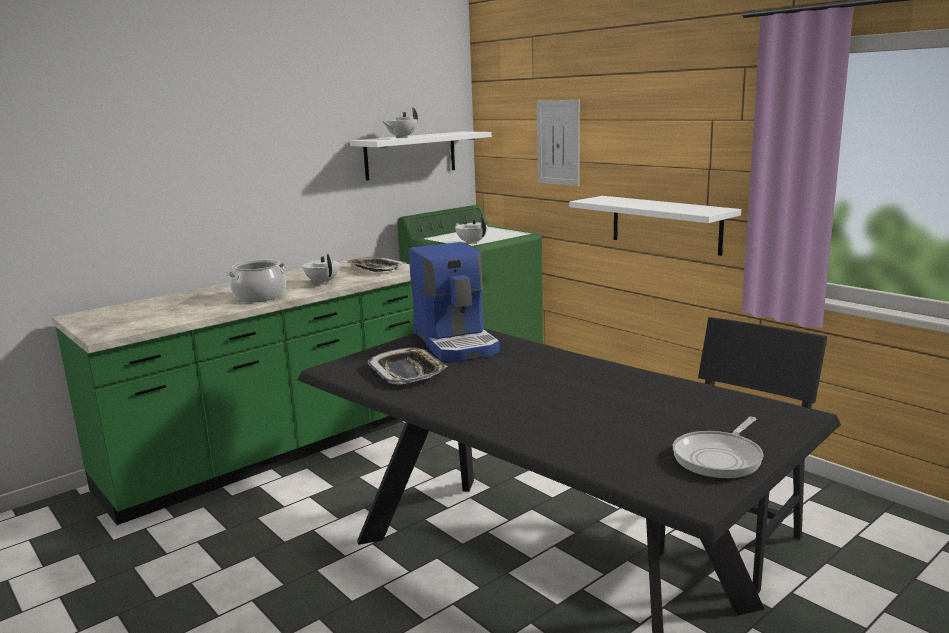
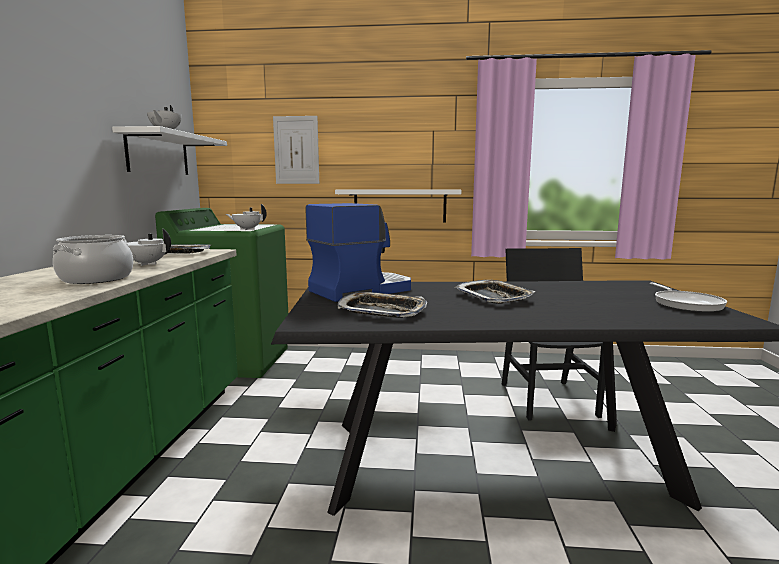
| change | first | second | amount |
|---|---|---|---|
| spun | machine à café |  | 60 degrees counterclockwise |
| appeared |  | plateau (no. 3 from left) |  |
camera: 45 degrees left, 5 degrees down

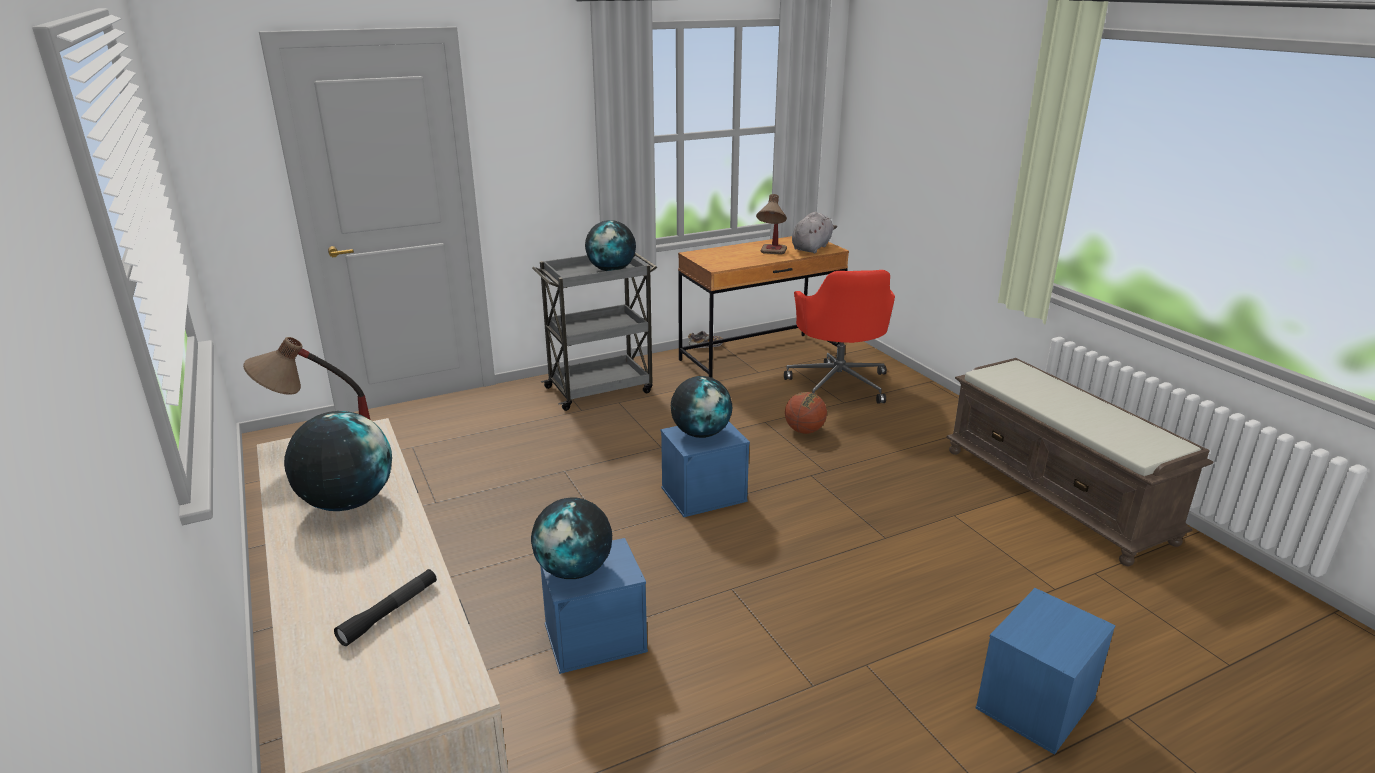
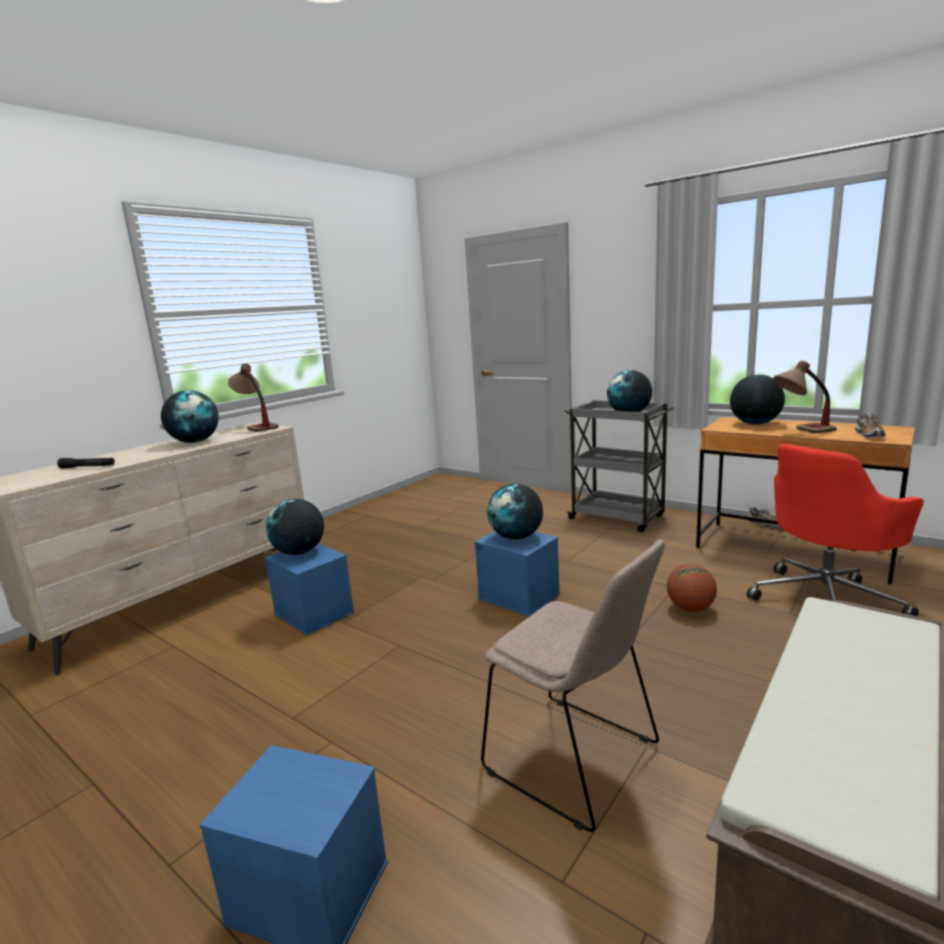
| change | first | second | amount |
|---|---|---|---|
| exchanged | peluche/gris | chaussure (no. 2 from left) |  |
| appeared |  | chaise/beige |  |
| appeared |  | globe (no. 5 from left) |  |
camera: 65 degrees right, 10 degrees down

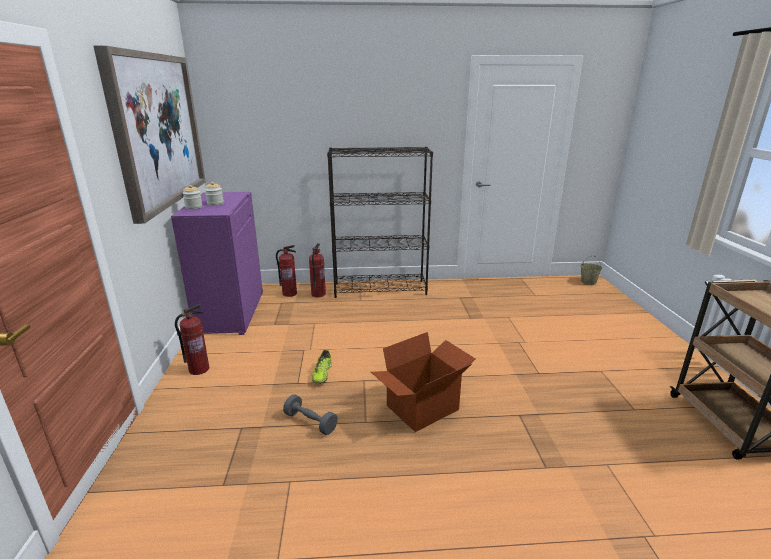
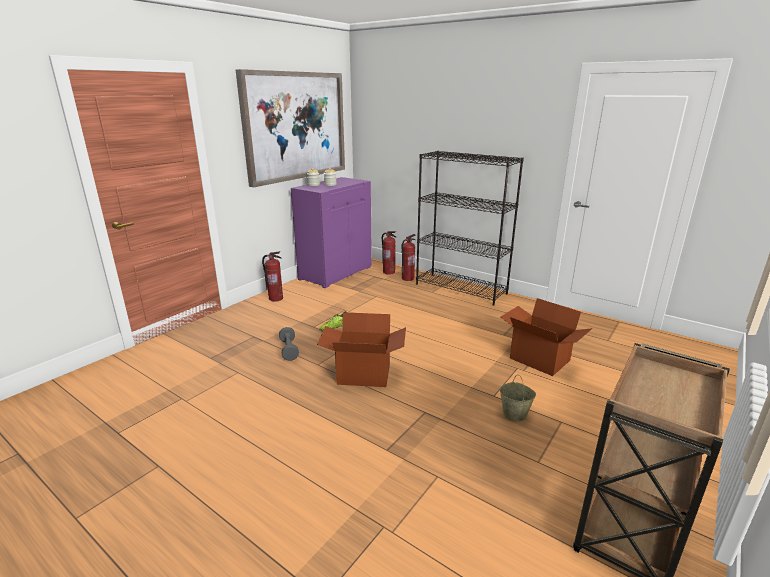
| change | first | second | amount |
|---|---|---|---|
| relocated | seau/beige |  |  |
| appeared |  | carton (no. 2 from left) |  |
camera: 40 degrees right, 0 degrees up

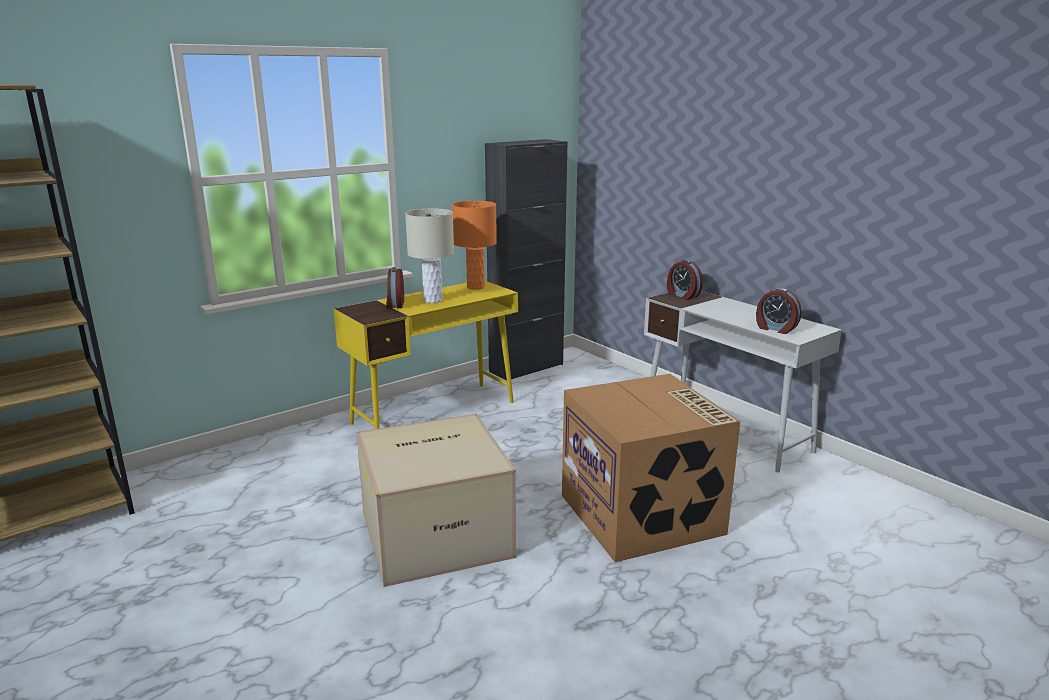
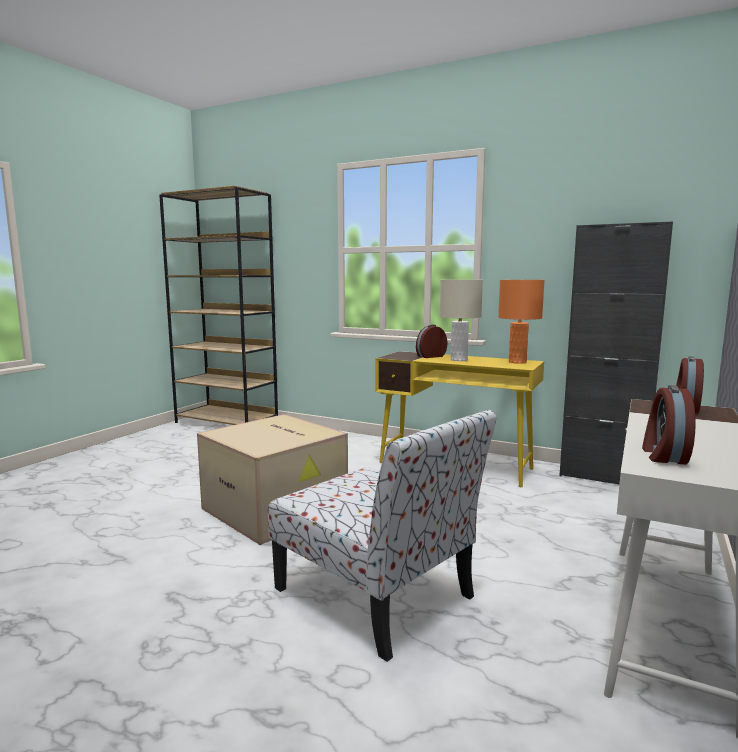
| change | first | second | amount |
|---|---|---|---|
| exchanged | carton (no. 2 from left) | chaise |  |
camera: 65 degrees right, 10 degrees down

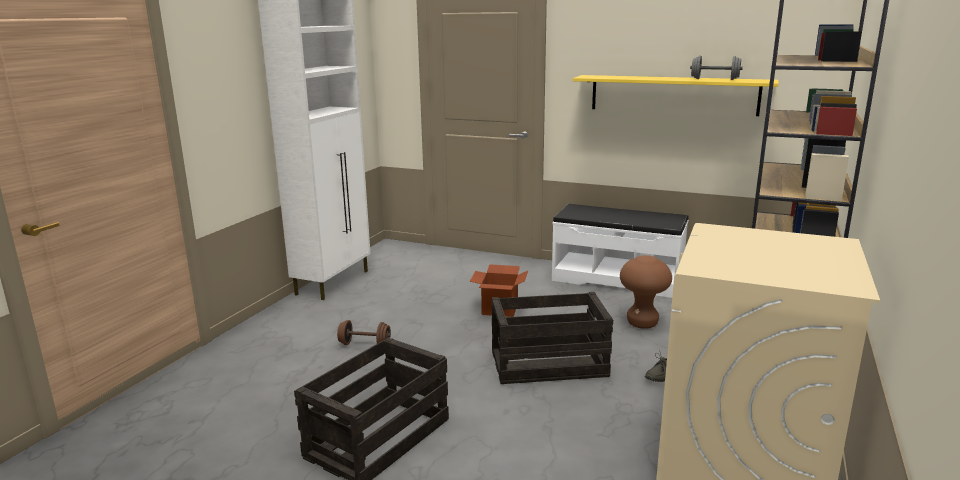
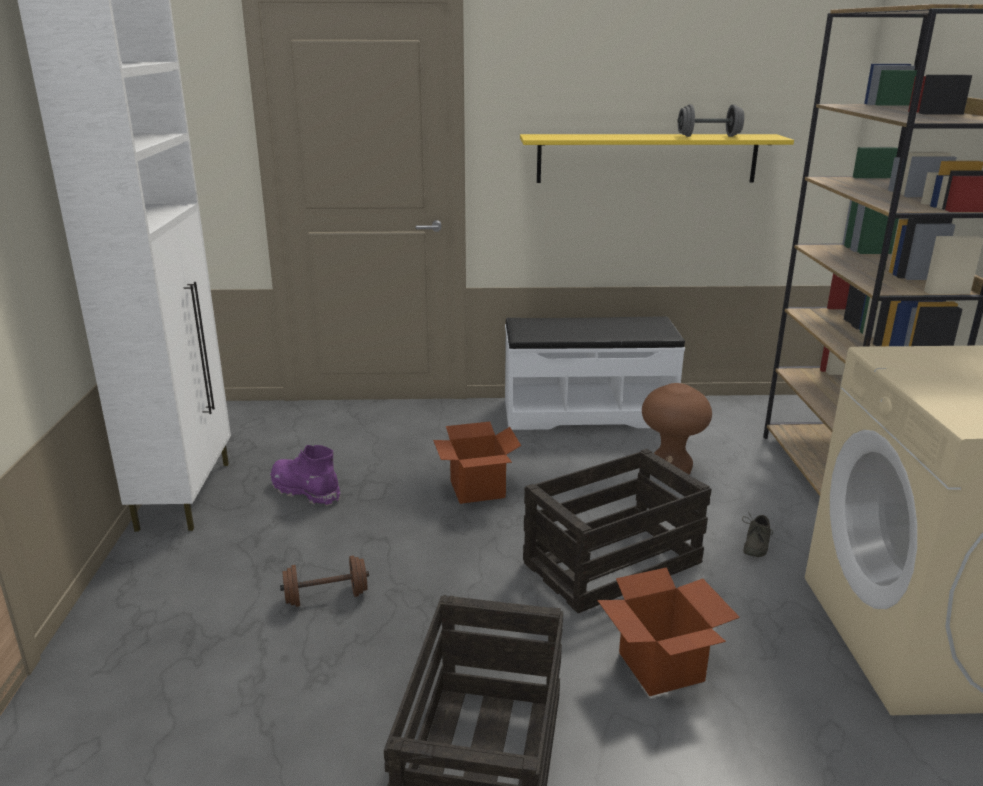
| change | first | second | amount |
|---|---|---|---|
| appeared |  | botte/violet |  |
| appeared |  | carton (no. 2 from left) |  |
camera: 25 degrees left, 5 degrees up

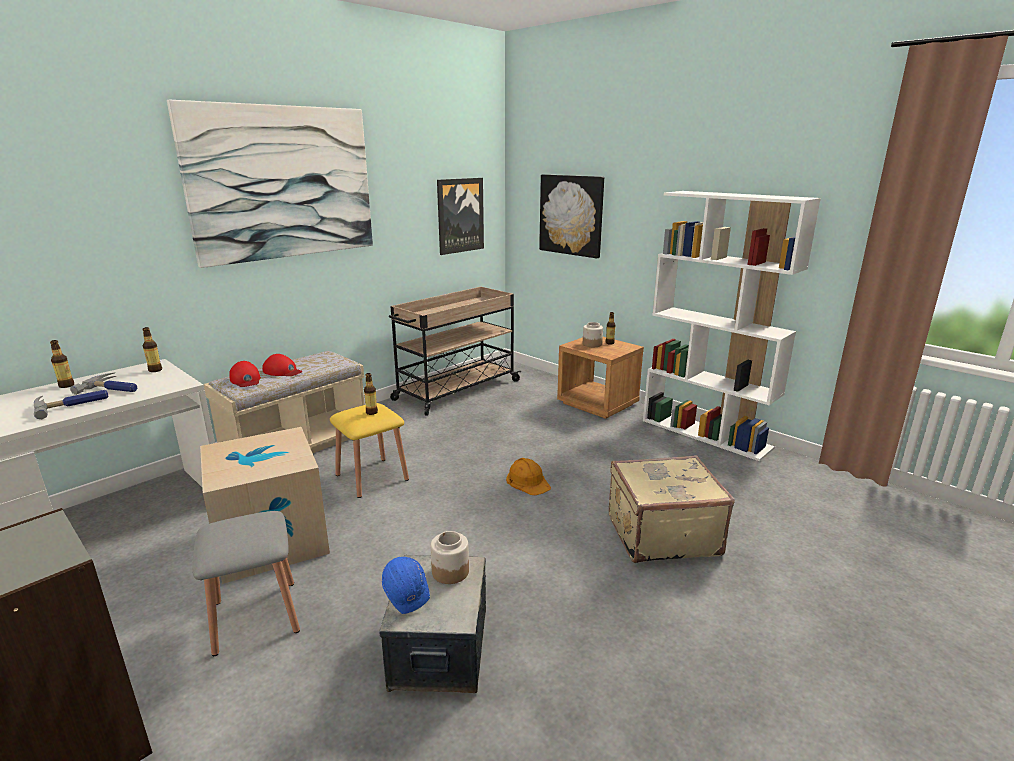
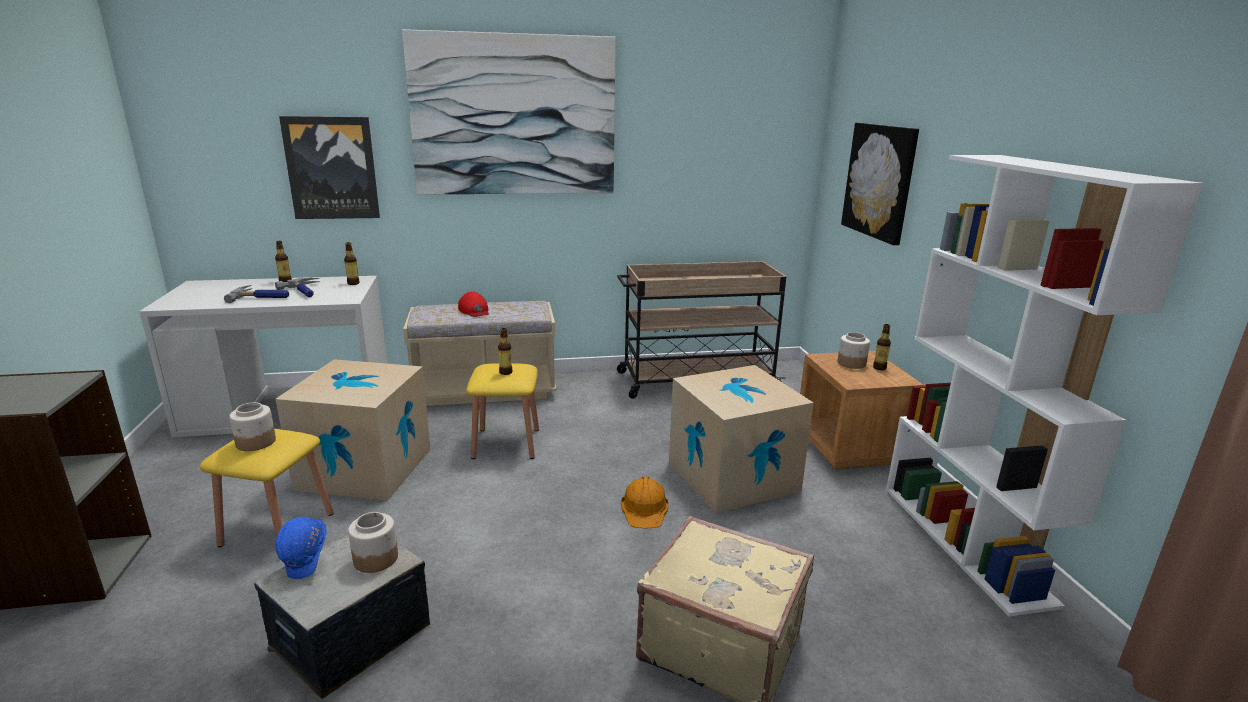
| change | first | second | amount |
|---|---|---|---|
| colour | tabouret/gris | tabouret/jaune (no. 1 from left) |  |
| missing | casquette/rouge (no. 1 from left) |  |  |
| relocated | tableau (no. 2 from left in the first image) | tableau (no. 1 from left) |  |
| appeared |  | bocal (no. 1 from left) |  |
| appeared |  | carton (no. 2 from left) |  |
camera: 35 degrees right, 0 degrees up

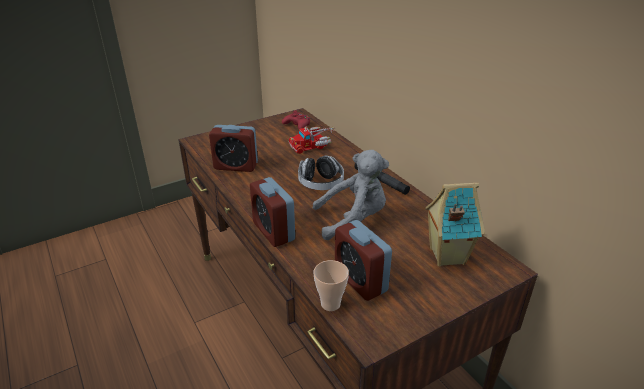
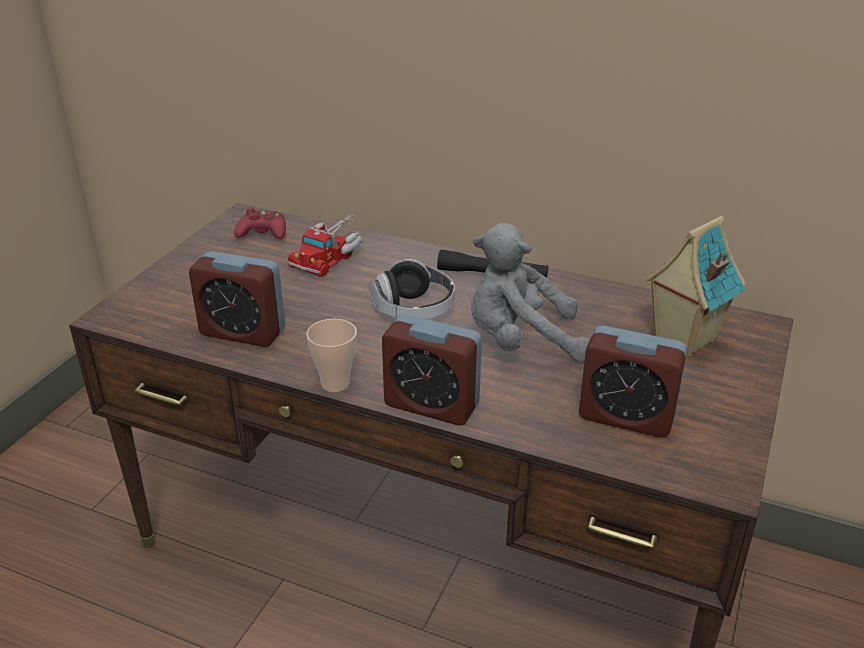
| change | first | second | amount |
|---|---|---|---|
| spun | réveil (no. 1 from left) |  | 45 degrees clockwise |
| spun | peluche/gris |  | 135 degrees counterclockwise |
| relocated | tasse |  |  |
camera: 35 degrees left, 0 degrees up

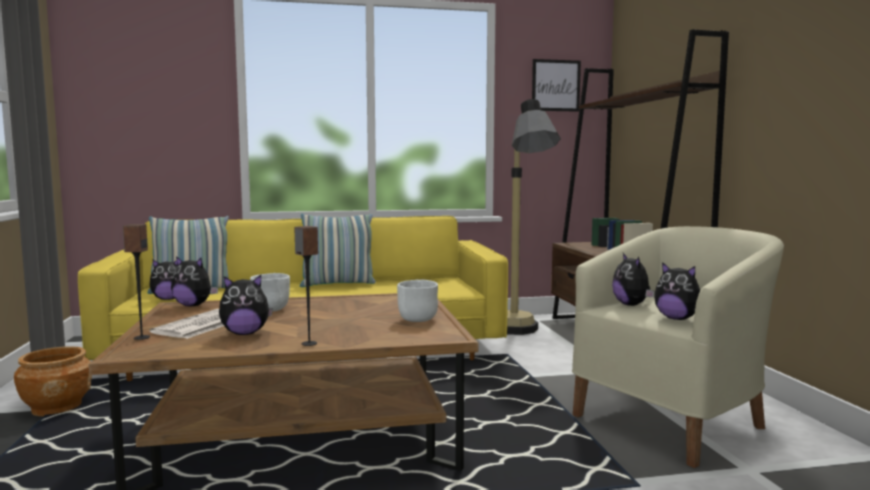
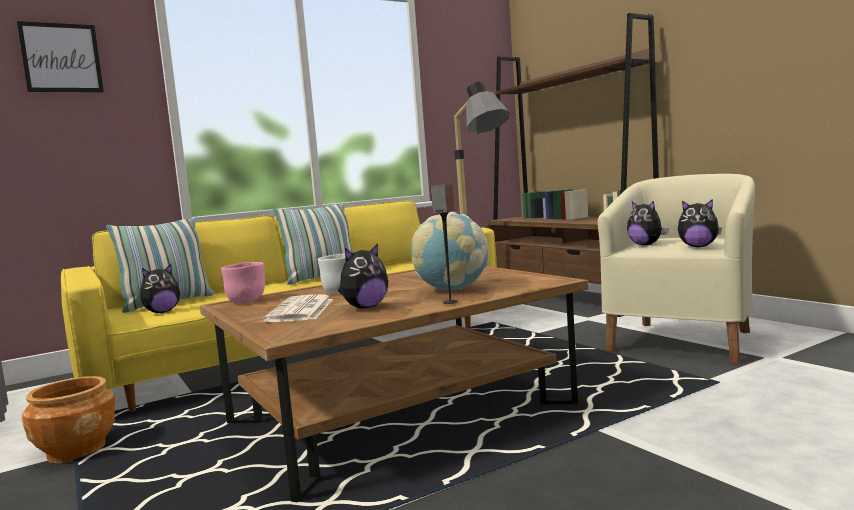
| change | first | second | amount |
|---|---|---|---|
| missing | enceinte (no. 1 from left) |  |  |
| exchanged | peluche (no. 2 from left) | bol/rose |  |
| missing | bol/blanc (no. 2 from left) |  |  |
| relocated | tableau |  |  |
| appeared |  | globe |  |
camera: 20 degrees left, 0 degrees up

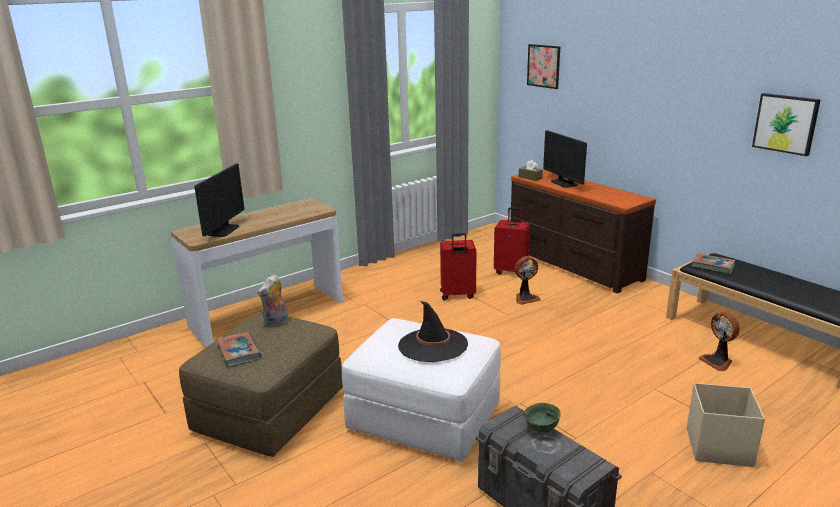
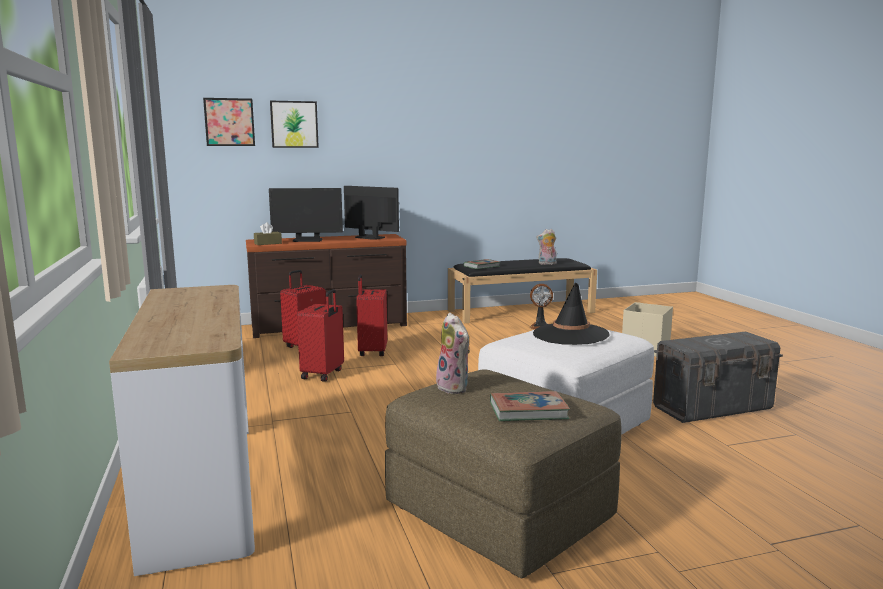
| change | first | second | amount |
|---|---|---|---|
| relocated | écran d'ordinateur (no. 1 from left in the first image) | écran d'ordinateur (no. 2 from left) |  |
| exchanged | ventilateur (no. 1 from left) | valise/rouge (no. 3 from left) |  |
| missing | bol/vert |  |  |
| relocated | tableau (no. 2 from left) |  |  |
| appeared |  | peluche (no. 2 from left) |  |
camera: 70 degrees left, 10 degrees down

